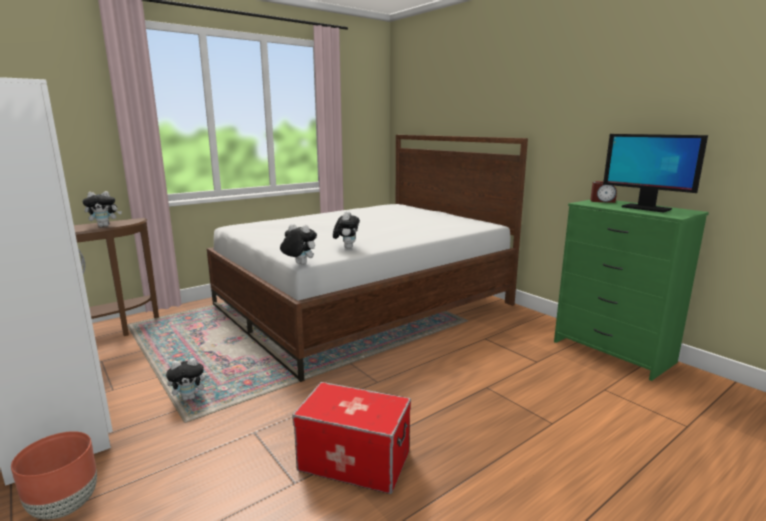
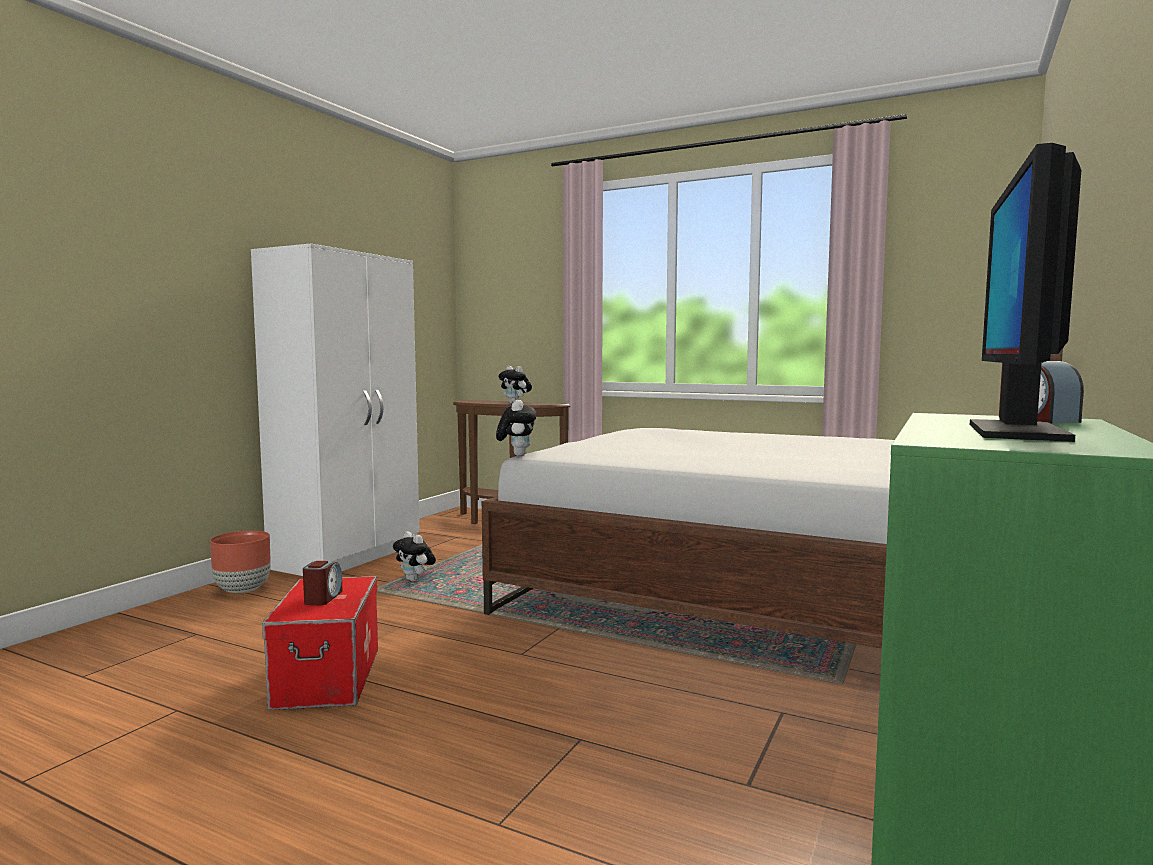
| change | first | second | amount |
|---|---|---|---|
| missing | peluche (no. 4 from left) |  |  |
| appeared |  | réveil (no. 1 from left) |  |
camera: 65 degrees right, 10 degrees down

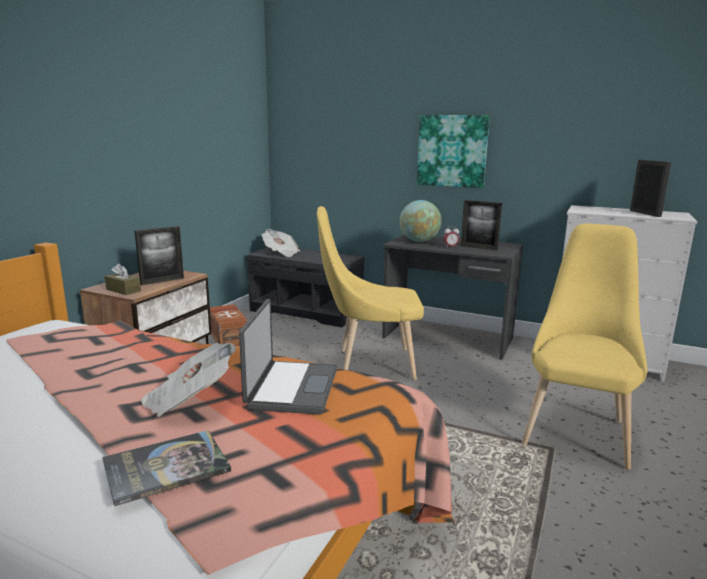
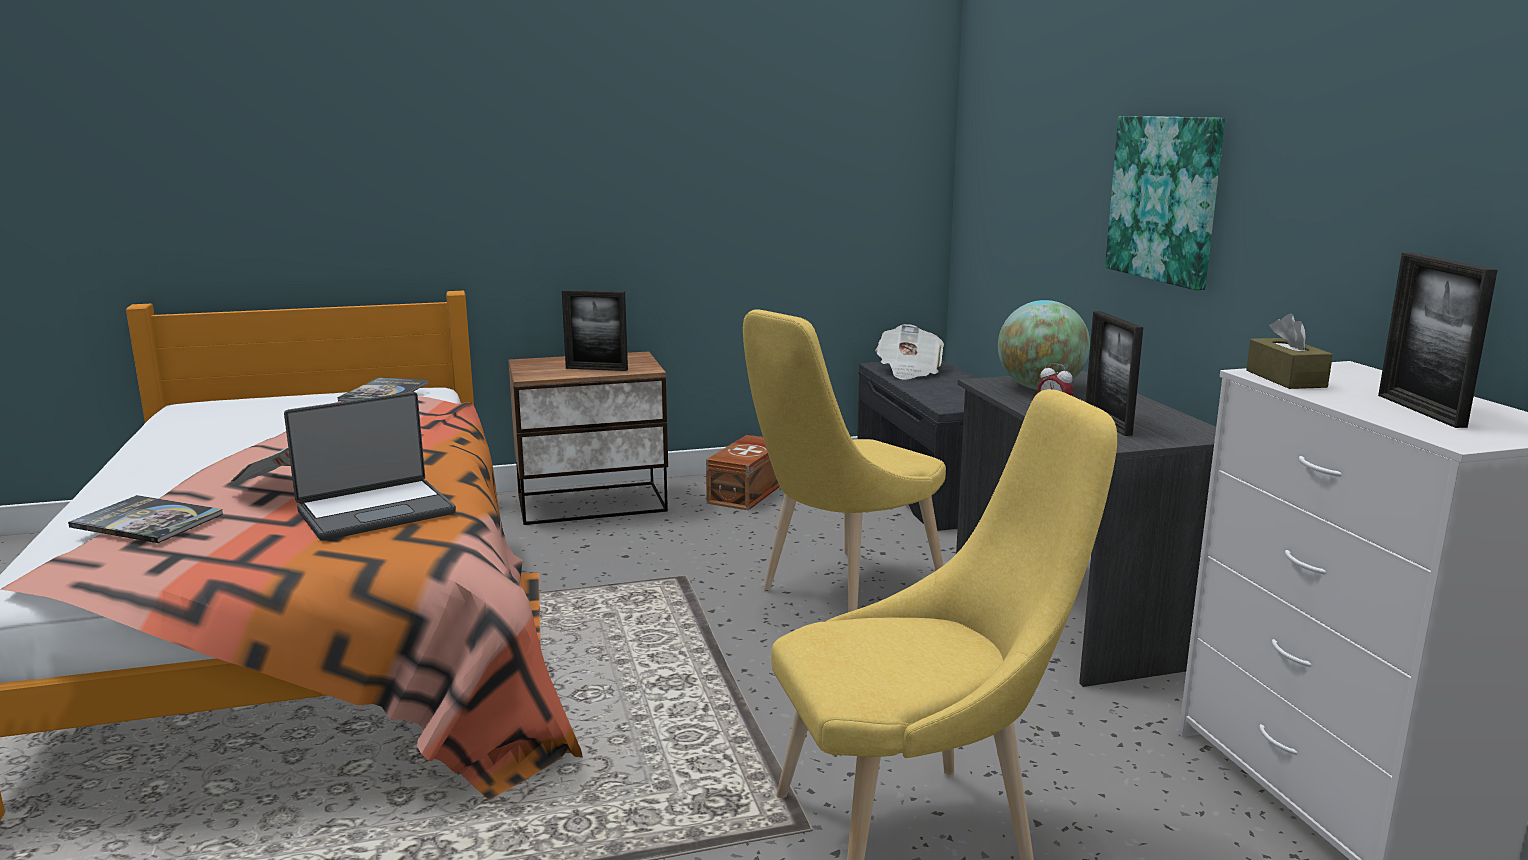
| change | first | second | amount |
|---|---|---|---|
| relocated | boîte à mouchoirs/marron |  |  |
| spun | chaise/jaune (no. 1 from left) |  | 90 degrees counterclockwise |
| spun | cadre photo (no. 3 from left) |  | 135 degrees clockwise |
| appeared |  | livre (no. 2 from left) |  |
camera: 50 degrees right, 0 degrees up

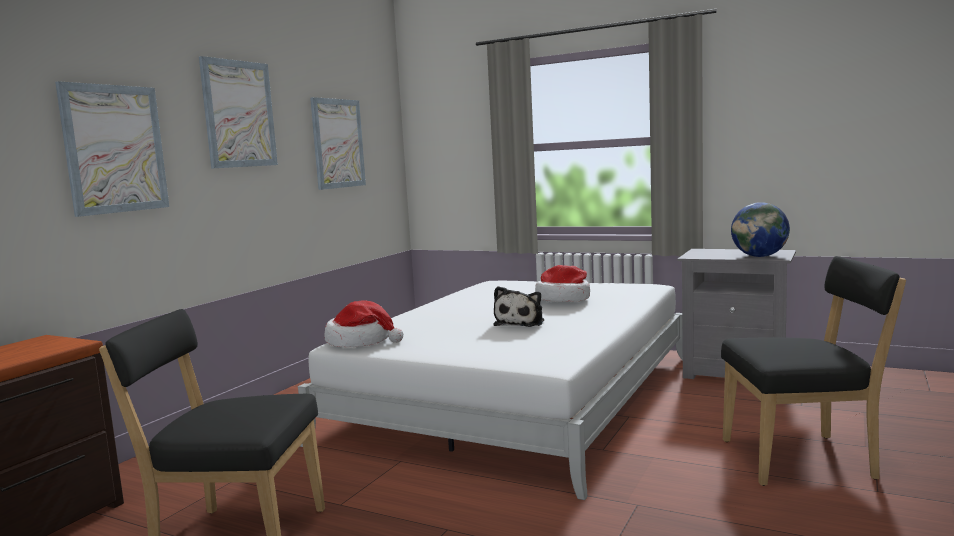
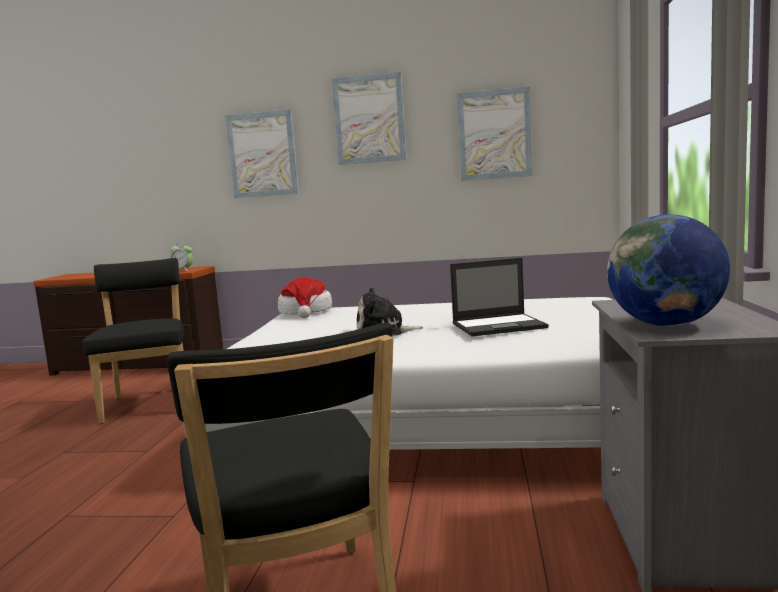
| change | first | second | amount |
|---|---|---|---|
| exchanged | chapeau (no. 2 from left) | ordinateur portable |  |
| appeared |  | réveil |  |
camera: 70 degrees right, 0 degrees up

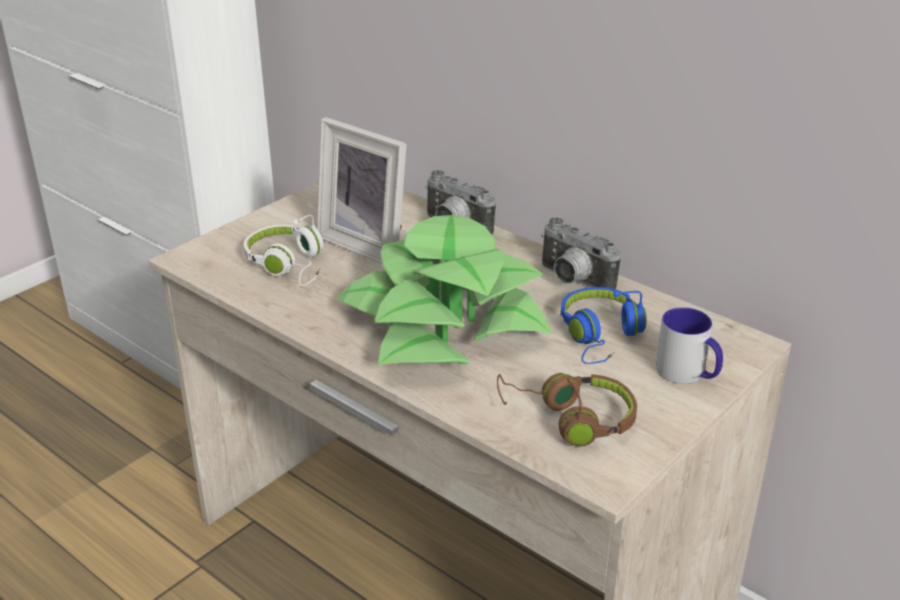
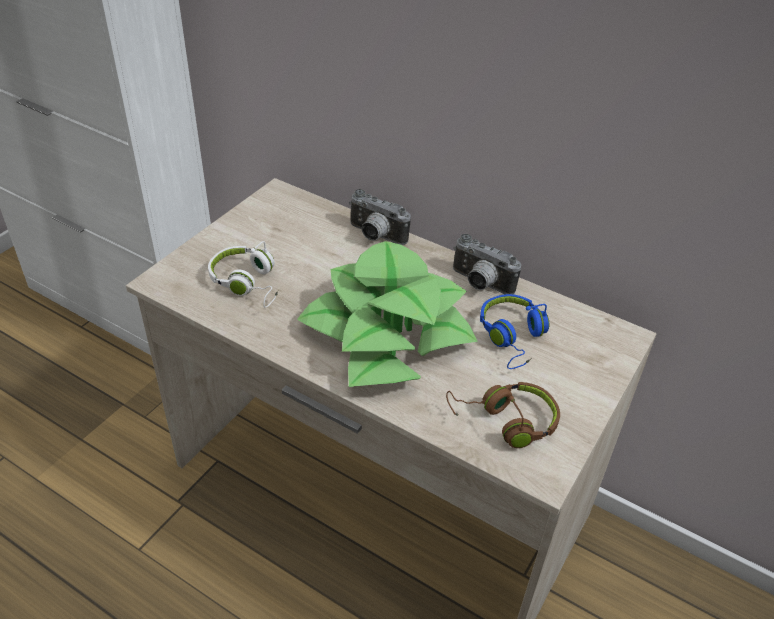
| change | first | second | amount |
|---|---|---|---|
| missing | cadre photo |  |  |
| missing | mug |  |  |
camera: 10 degrees left, 10 degrees up

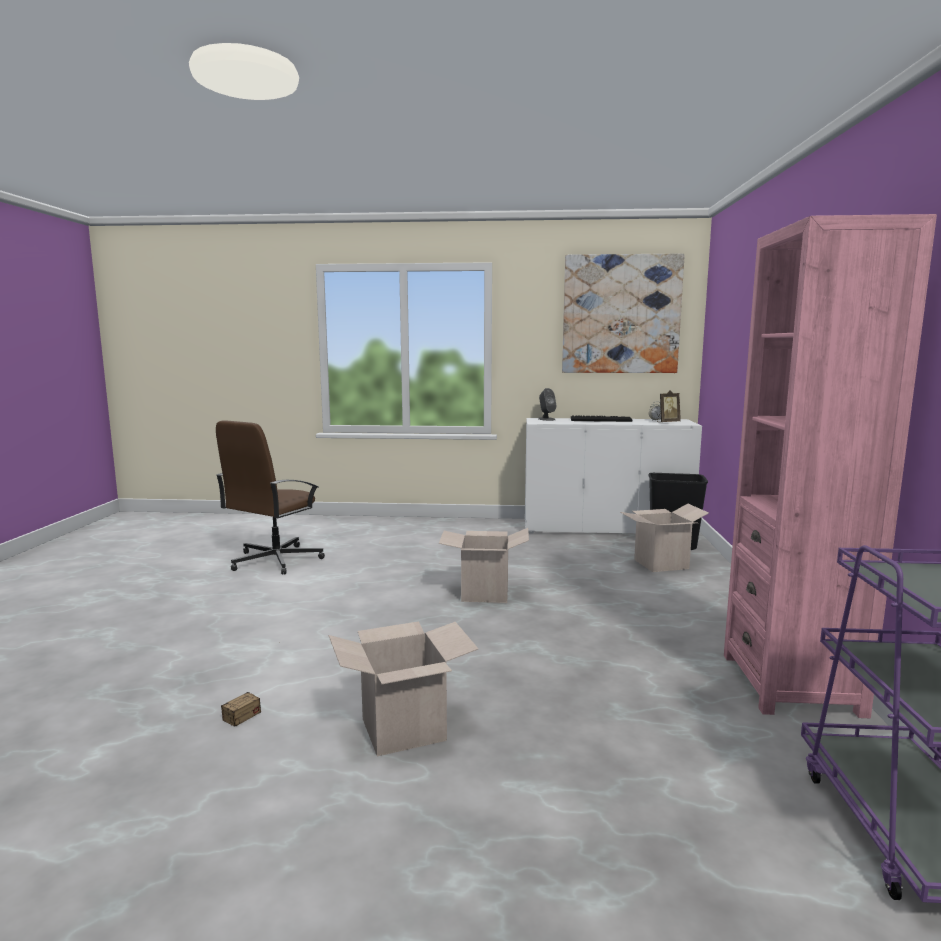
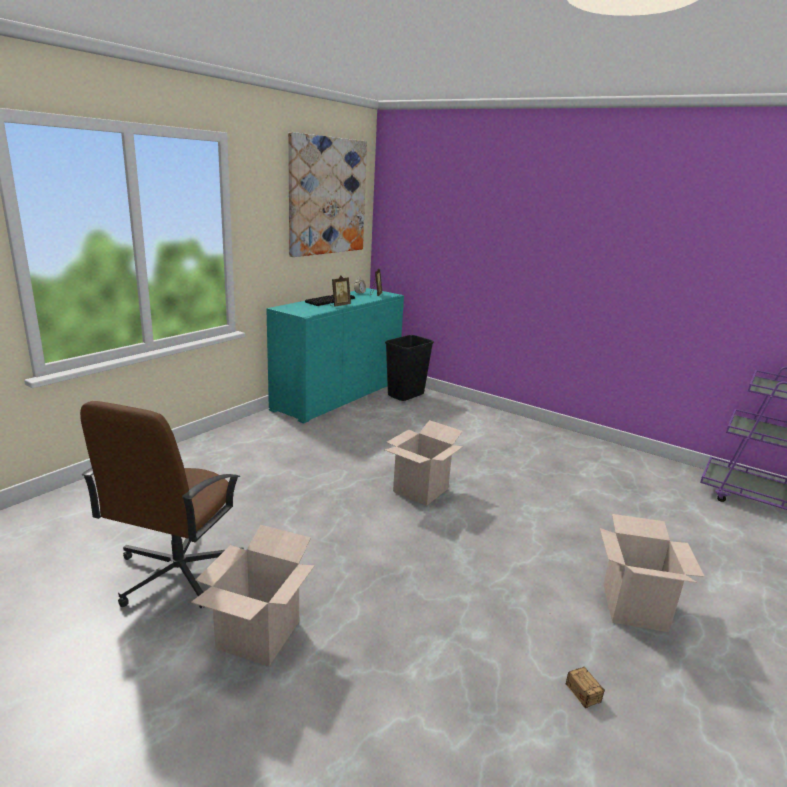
| change | first | second | amount |
|---|---|---|---|
| spun | chaise de bureau/marron |  | 45 degrees clockwise |
| colour | meuble de rangement/blanc | meuble de rangement/turquoise |  |
| missing | enceinte/gris |  |  |
| relocated | carton (no. 3 from left in the first image) | carton (no. 1 from left) |  |
| missing | bibliothèque/rose |  |  |
| appeared |  | cadre photo (no. 1 from left) |  |
camera: 60 degrees left, 10 degrees up

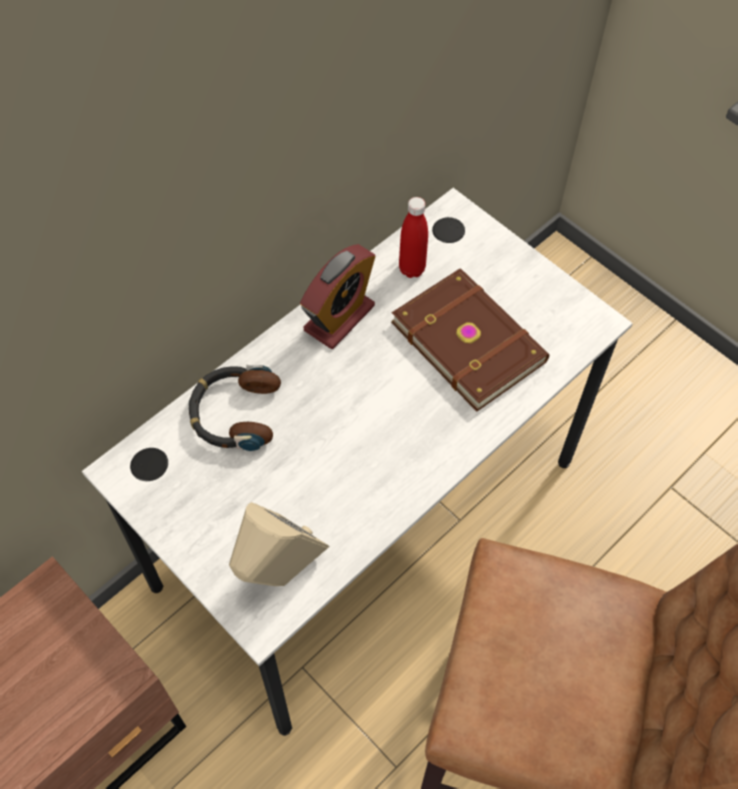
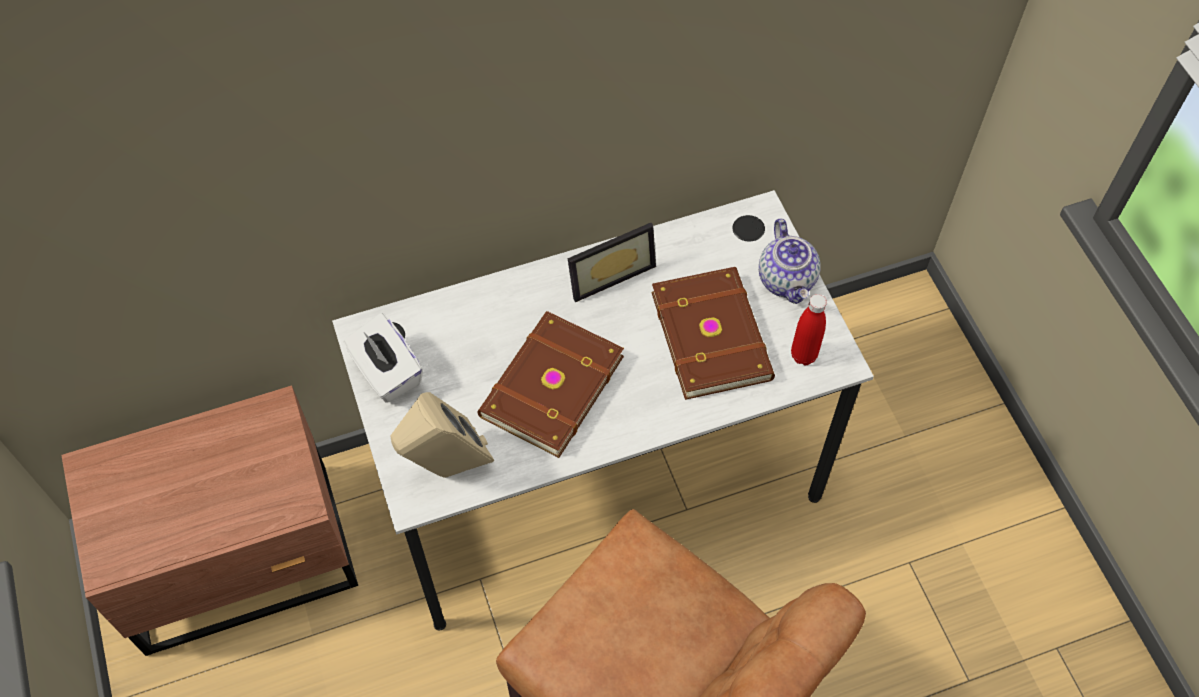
| change | first | second | amount |
|---|---|---|---|
| missing | casque audio |  |  |
| exchanged | réveil | cadre photo |  |
| relocated | bouteille/rouge |  |  |
| appeared |  | boîte à mouchoirs/blanc |  |
| appeared |  | livre/marron (no. 1 from left) |  |
| appeared |  | théière |  |
camera: 25 degrees right, 0 degrees up

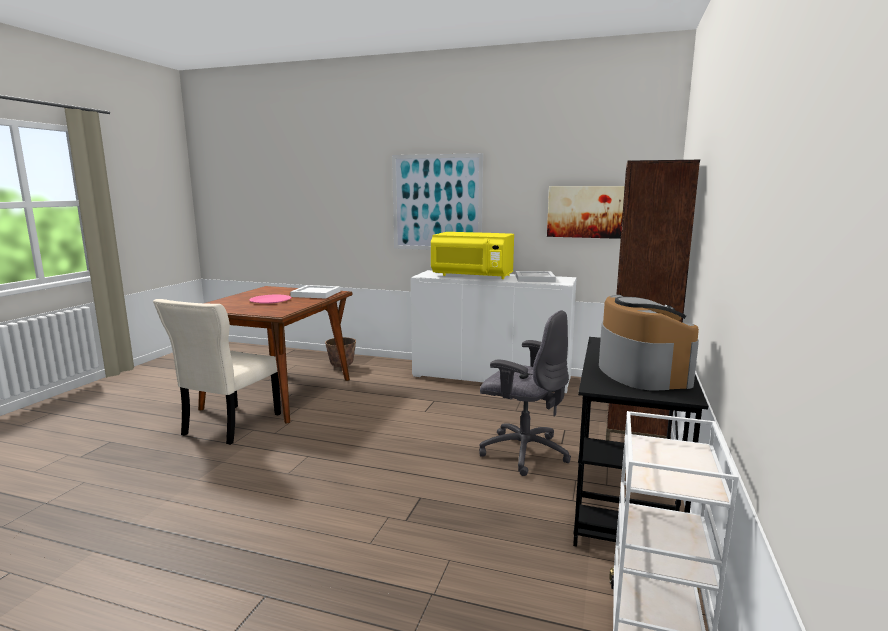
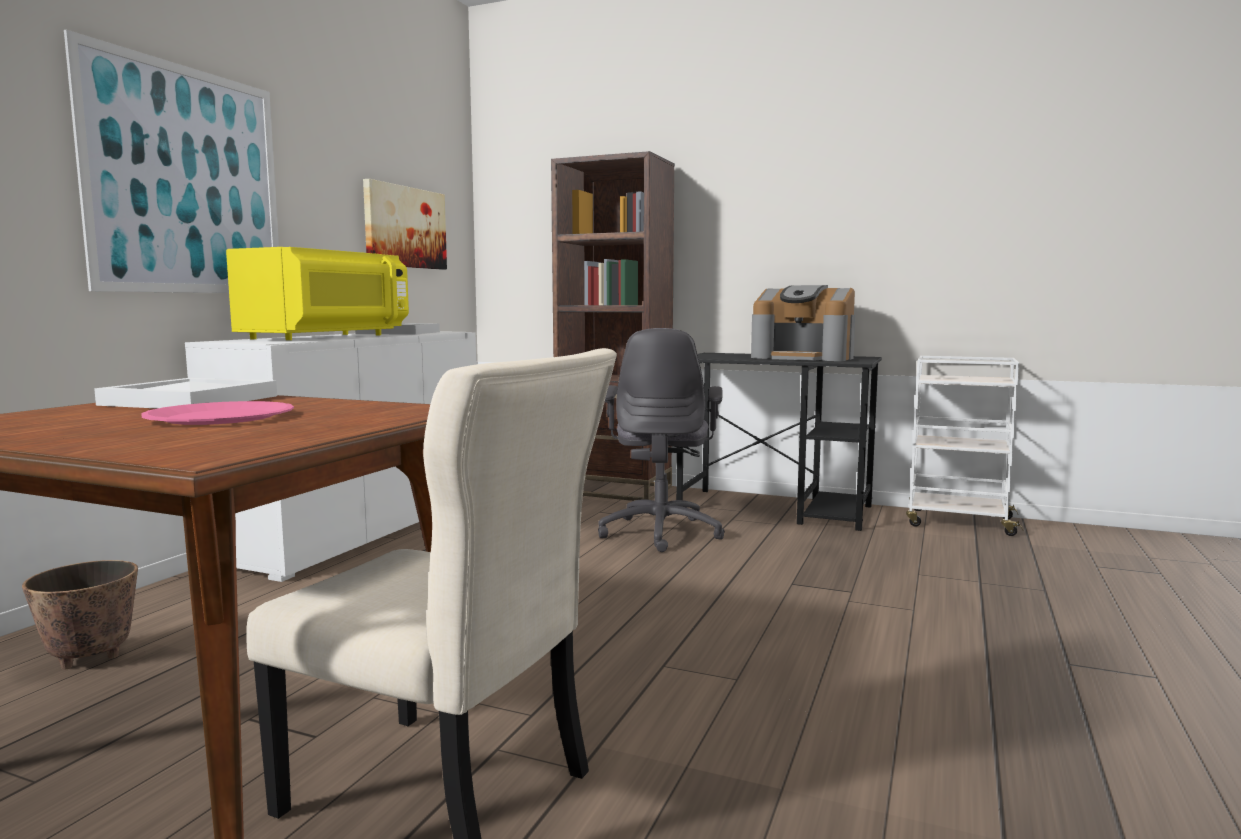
| change | first | second | amount |
|---|---|---|---|
| spun | chaise de bureau/gris |  | 150 degrees clockwise |
| spun | machine à café |  | 150 degrees counterclockwise |
camera: 85 degrees left, 5 degrees down

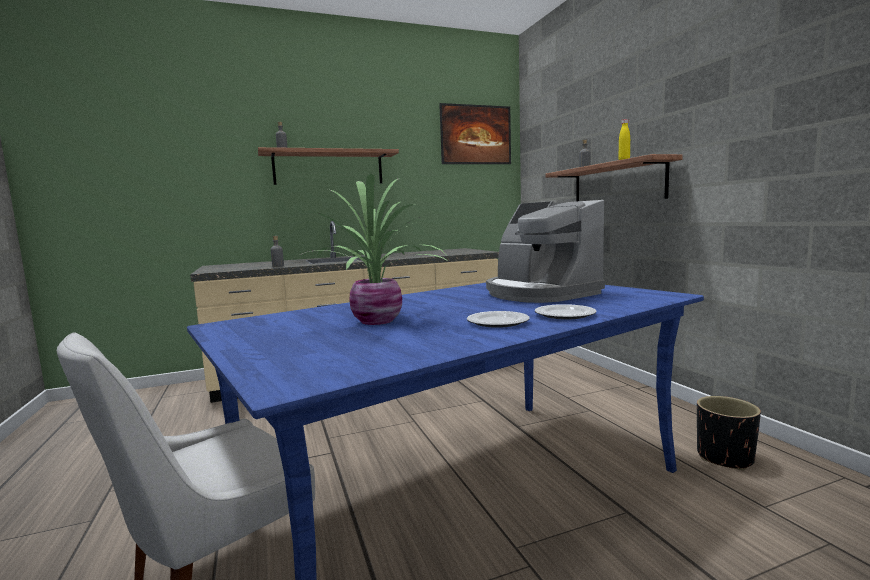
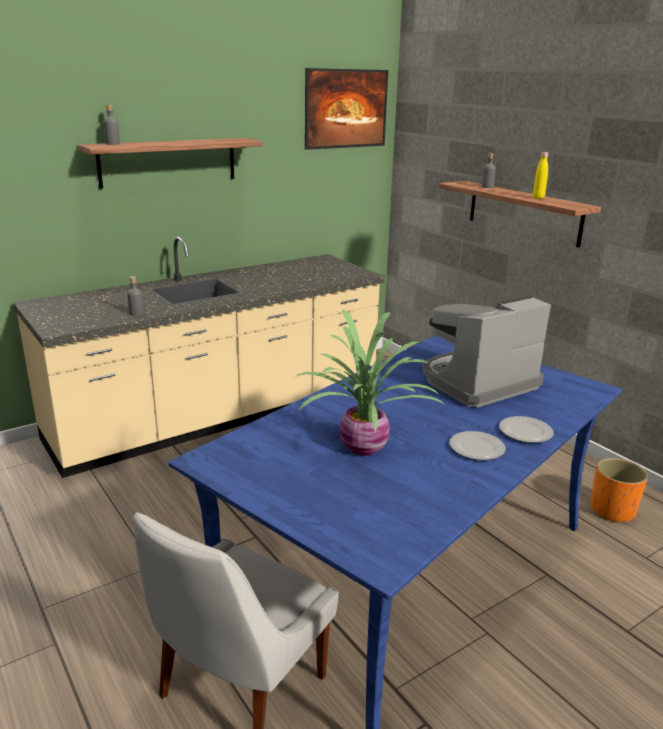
| change | first | second | amount |
|---|---|---|---|
| spun | machine à café |  | 105 degrees clockwise |
| colour | cache-pot/noir | cache-pot/orange |  |
camera: 15 degrees left, 15 degrees up

